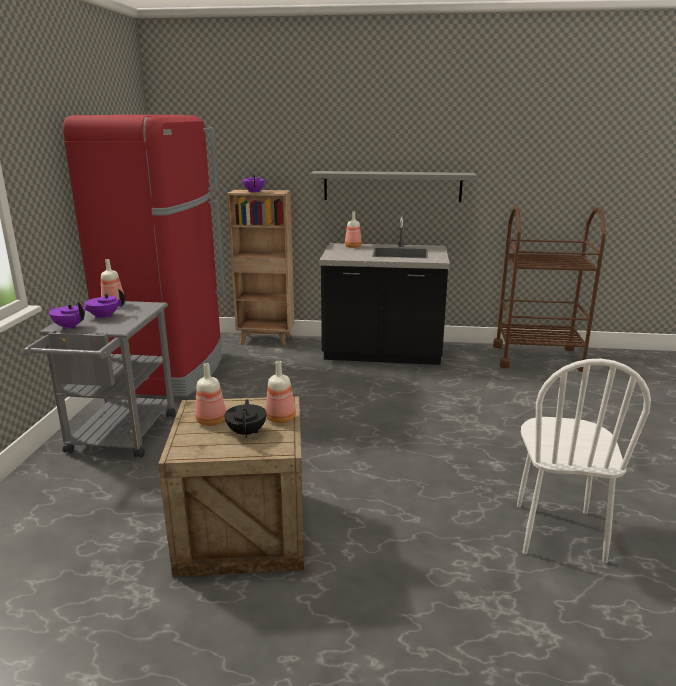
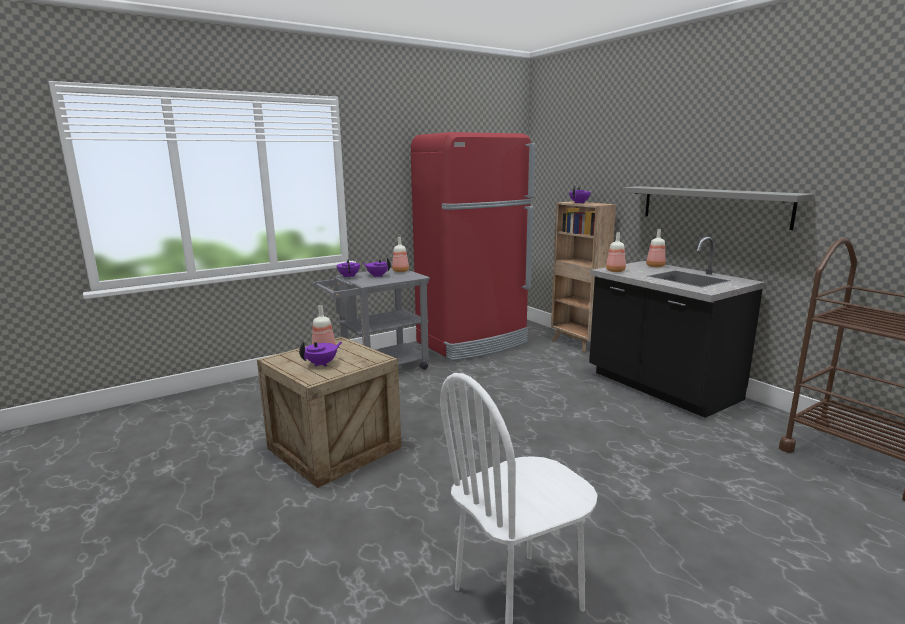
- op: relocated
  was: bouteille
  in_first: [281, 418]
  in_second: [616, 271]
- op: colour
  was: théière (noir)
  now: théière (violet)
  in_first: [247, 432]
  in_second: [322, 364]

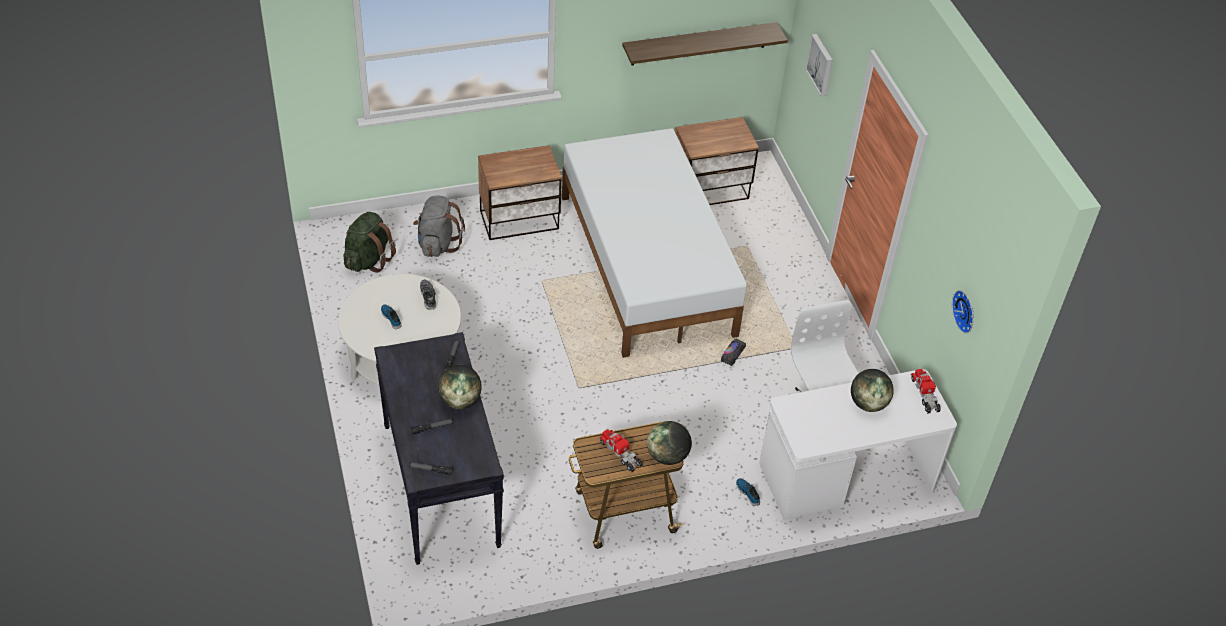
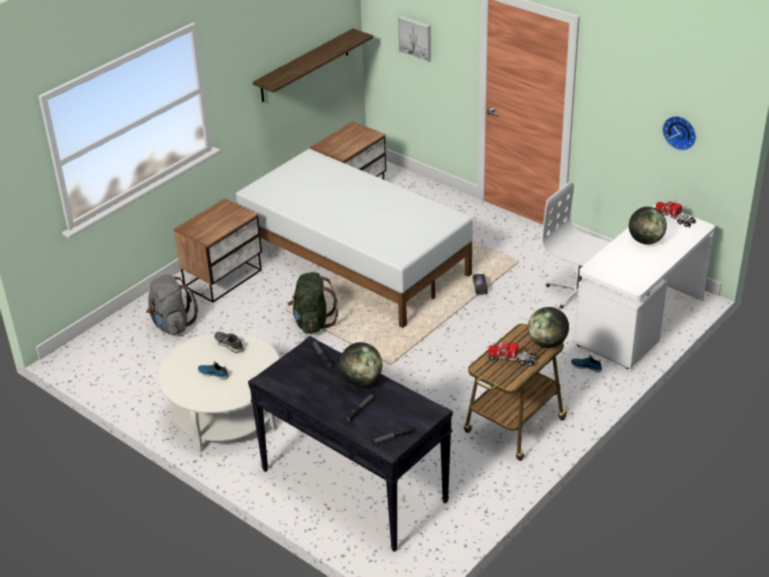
- op: relocated
  was: sac à dos (vert)
  in_first: [368, 260]
  in_second: [312, 322]

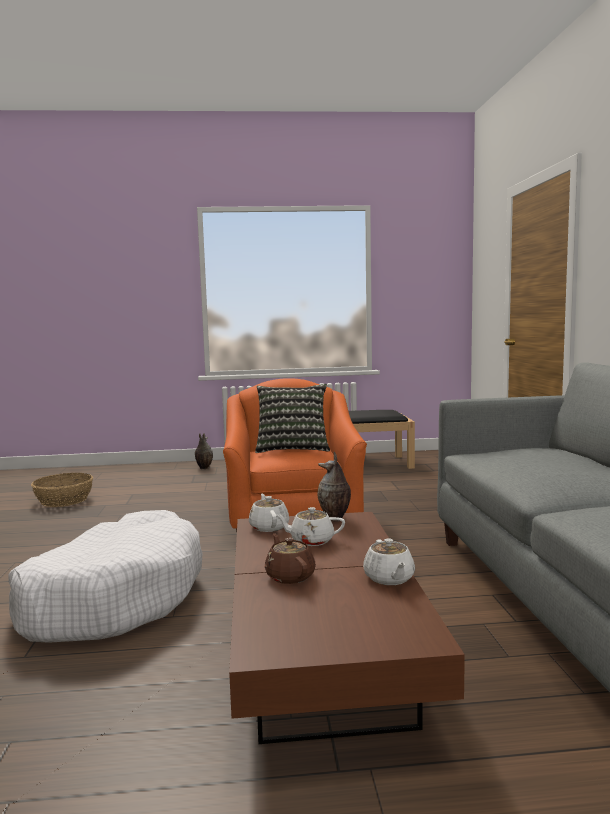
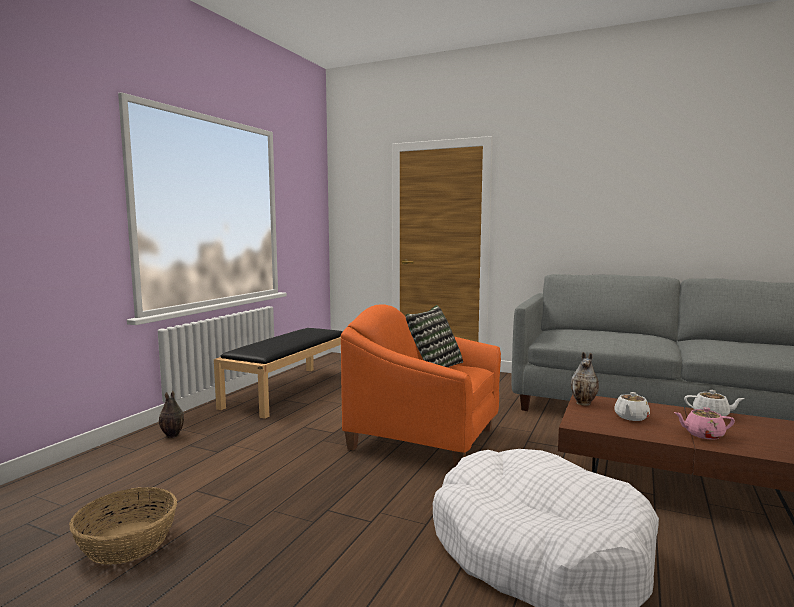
- op: missing
  was: théière (blanc)
  in_first: [269, 527]
- op: colour
  was: théière (marron)
  now: théière (rose)
  in_first: [289, 576]
  in_second: [703, 434]

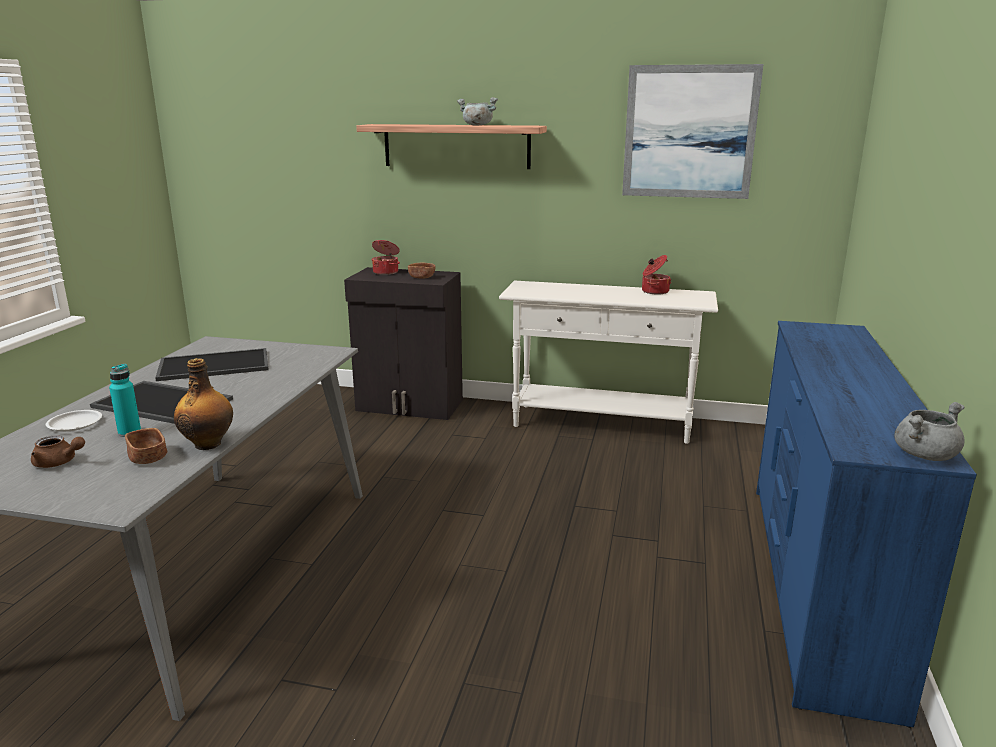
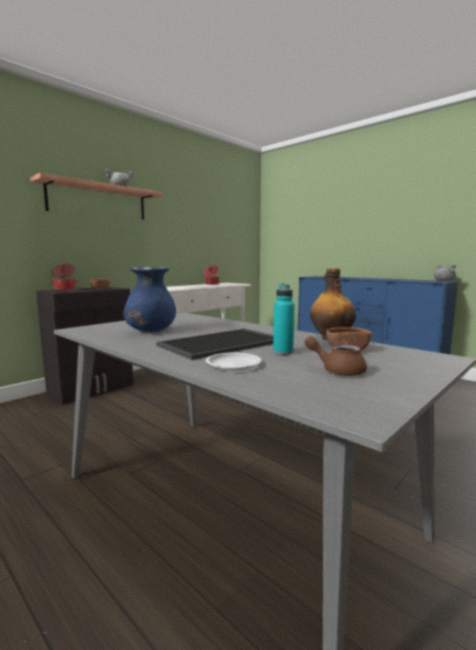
- op: missing
  was: tableau
  in_first: [689, 132]
- op: exchanged
  was: plateau
  now: vase (bleu)
  in_first: [213, 366]
  in_second: [150, 331]
- op: spun
  was: théière (marron)
  in_first: [59, 463]
  in_second: [337, 370]
  clockwise: -105

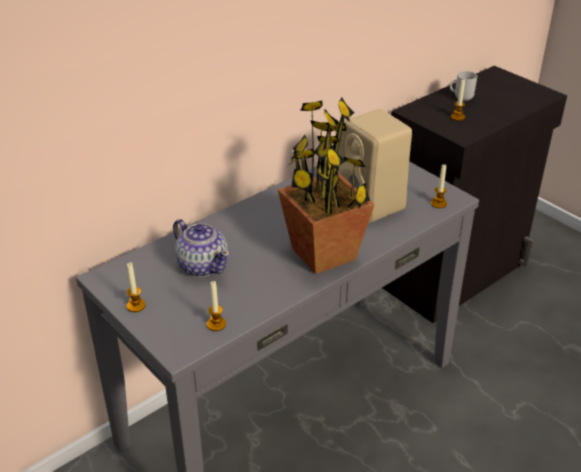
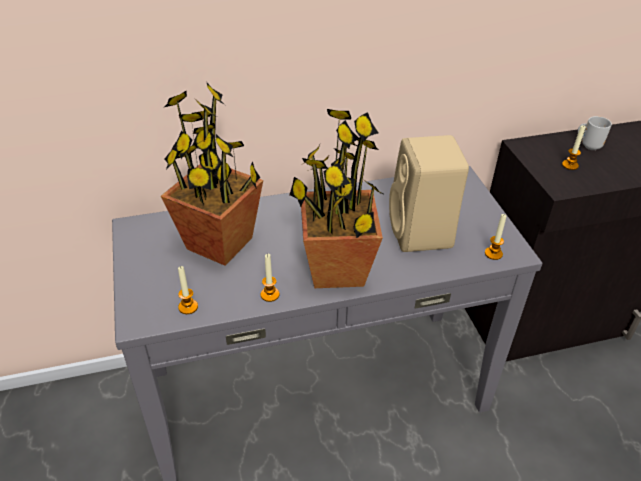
- op: exchanged
  was: théière
  now: plante en pot
  in_first: [203, 265]
  in_second: [220, 244]
- op: relocated
  was: bougie
  in_first: [136, 306]
  in_second: [270, 294]

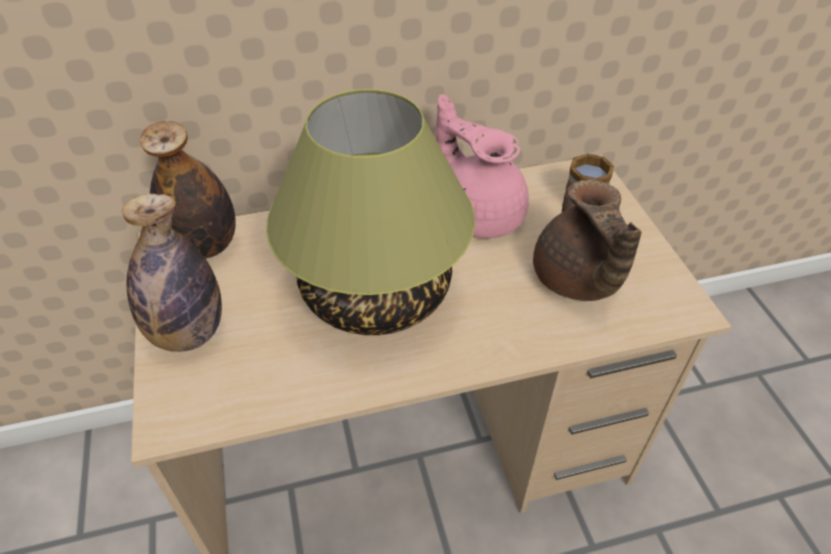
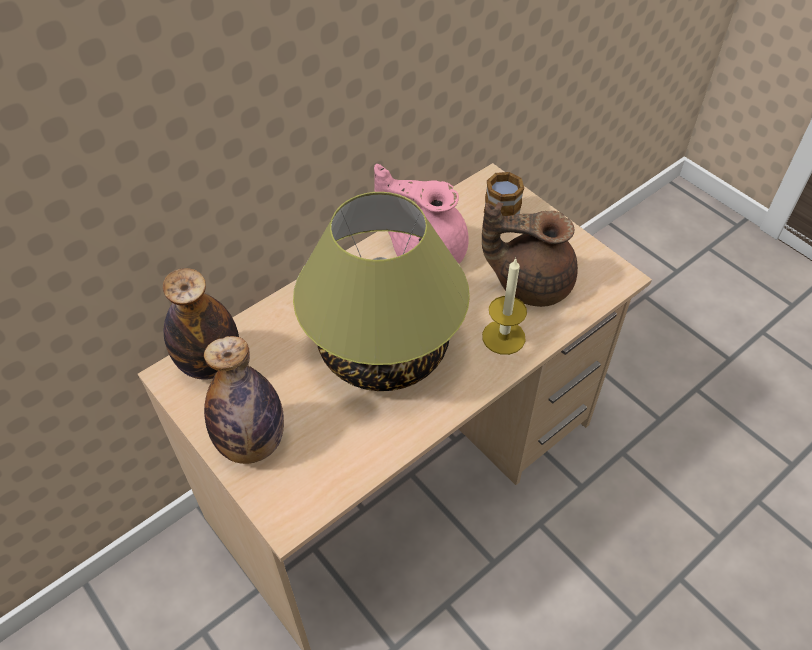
- op: spun
  was: théière (marron)
  in_first: [577, 280]
  in_second: [530, 282]
  clockwise: 135
- op: appeared
  now: bougie
  in_second: [503, 337]

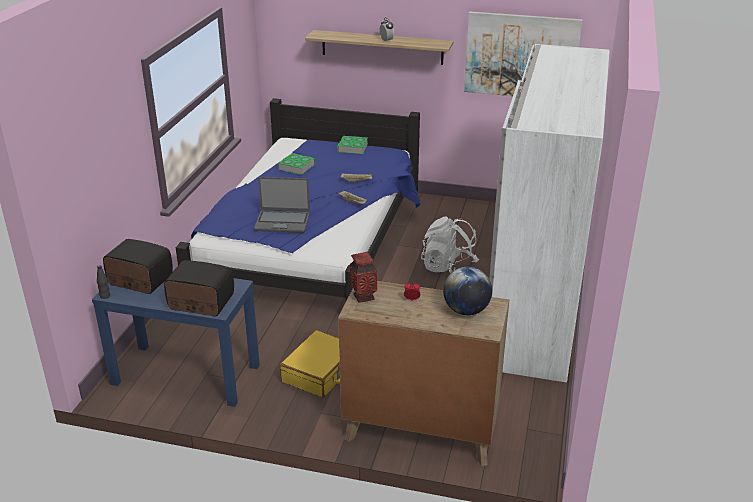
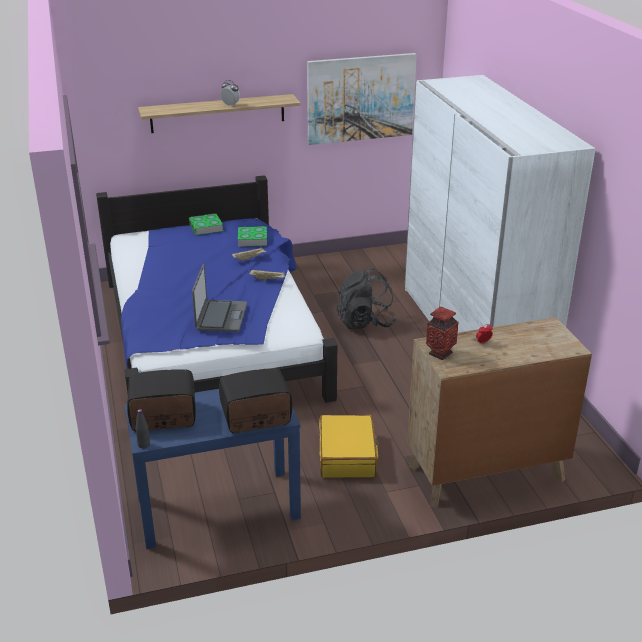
- op: relocated
  was: livre
  in_first: [297, 166]
  in_second: [252, 239]
- op: spun
  was: ordinateur portable
  in_first: [282, 222]
  in_second: [221, 317]
  clockwise: -60
- op: colour
  was: sac à dos (blanc)
  now: sac à dos (noir)
  in_first: [448, 268]
  in_second: [365, 322]
- op: missing
  was: globe
  in_first: [466, 311]

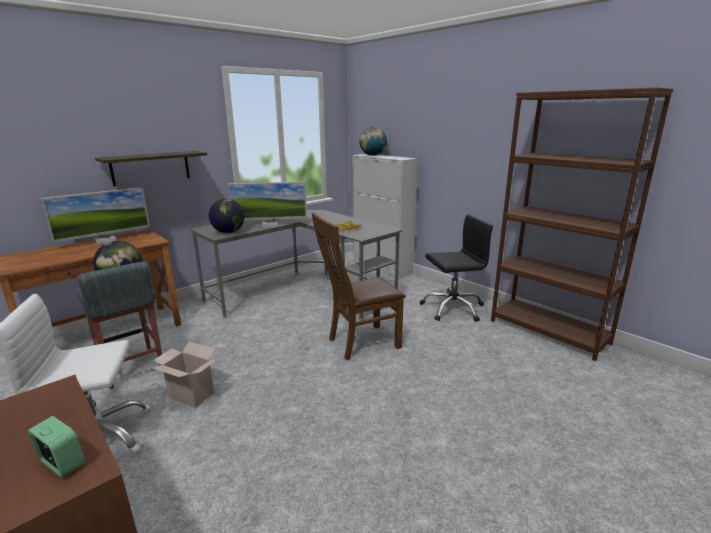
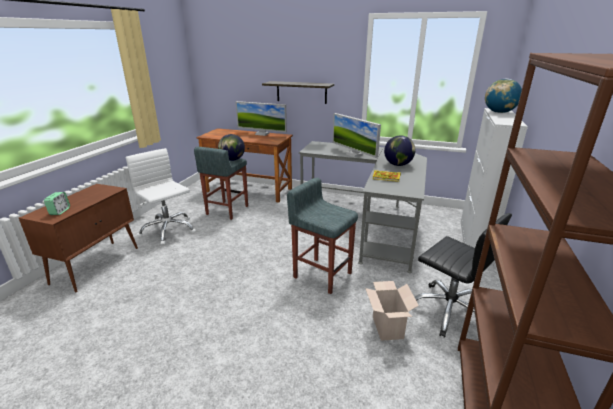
- op: relocated
  was: globe
  in_first: [229, 232]
  in_second: [398, 165]
- op: exchanged
  was: chaise (marron)
  now: tabouret (gris)
  in_first: [359, 343]
  in_second: [322, 275]
- op: relocated
  was: carton
  in_first: [189, 395]
  in_second: [386, 327]

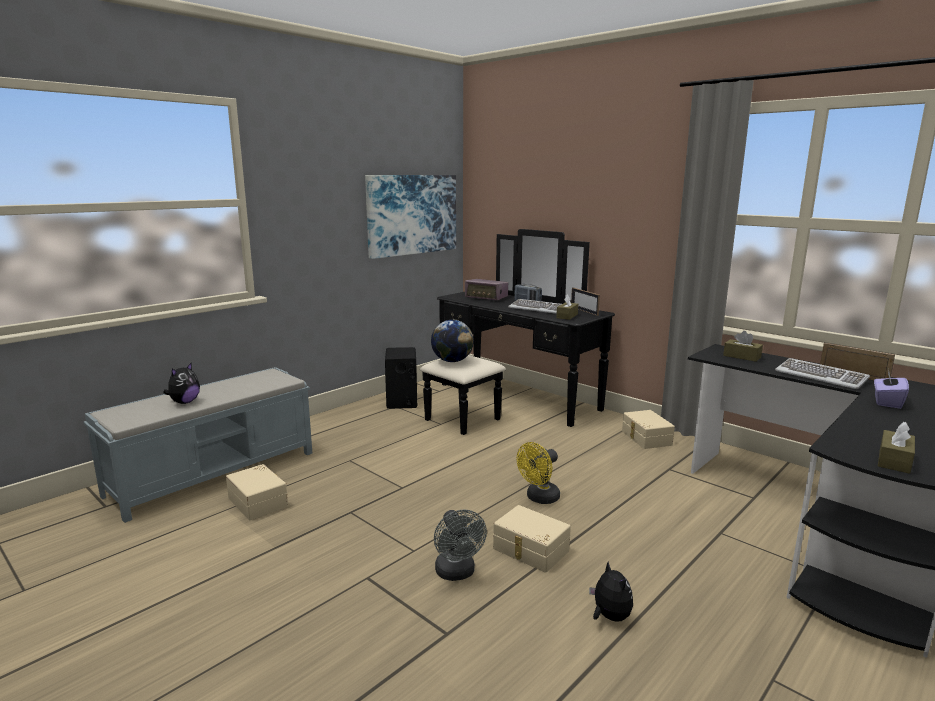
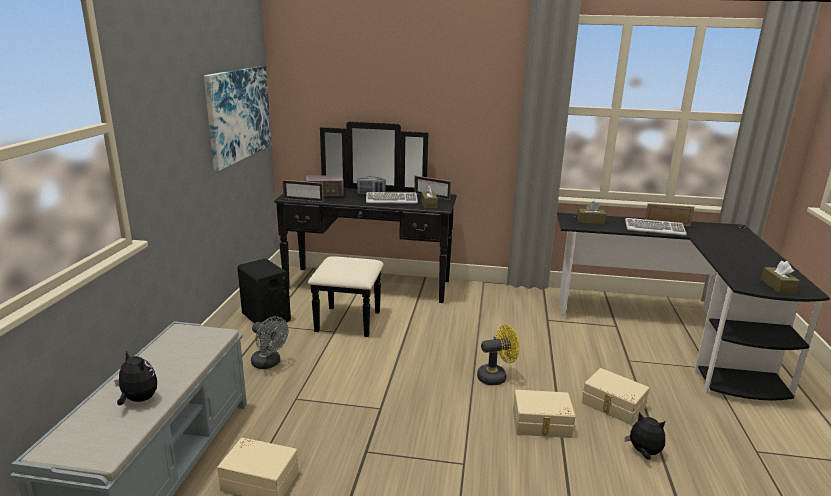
- op: missing
  was: globe
  in_first: [452, 361]
- op: spun
  was: peluche
  in_first: [184, 402]
  in_second: [138, 400]
  clockwise: -45
- op: missing
  was: boîte à mouchoirs (violet)
  in_first: [887, 402]
- op: relocated
  was: boîte de rangement (beige)
  in_first: [645, 438]
  in_second: [612, 406]
- op: spun
  was: ventilateur (jaune)
  in_first: [539, 498]
  in_second: [496, 377]
  clockwise: -120
- op: relocated
  was: ventilateur (gris)
  in_first: [457, 573]
  in_second: [269, 363]
- op: appeared
  now: cadre photo
  in_second: [303, 200]

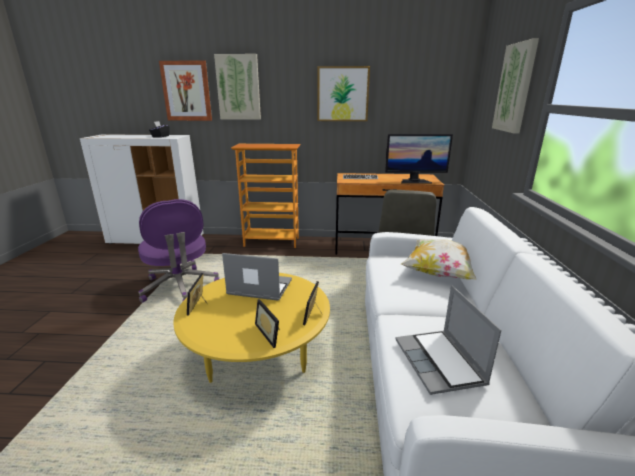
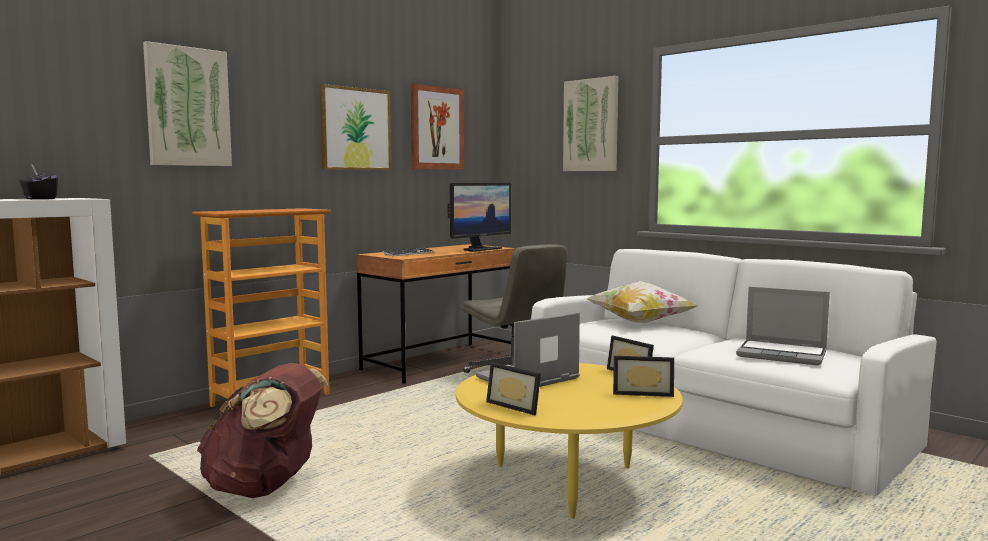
- op: relocated
  was: tableau
  in_first: [186, 91]
  in_second: [436, 128]
- op: exchanged
  was: chaise de bureau (violet)
  now: sac à dos (marron)
  in_first: [180, 287]
  in_second: [266, 488]

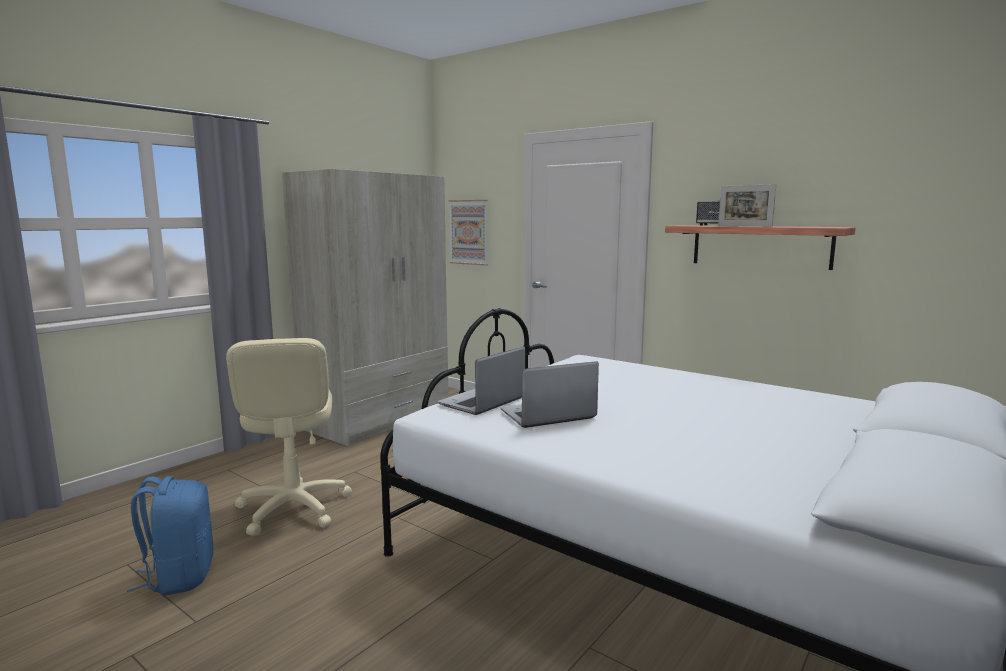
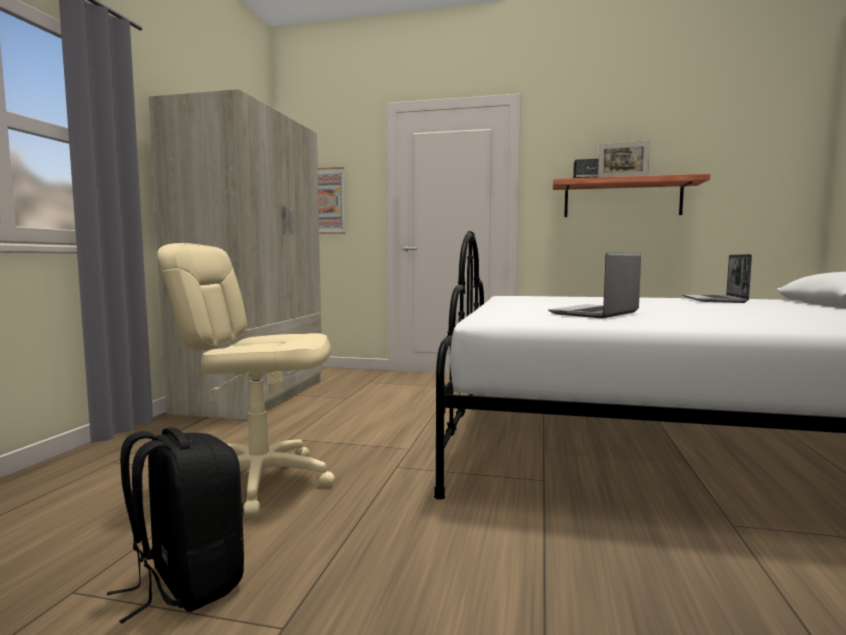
- op: spun
  was: chaise de bureau (beige)
  in_first: [293, 508]
  in_second: [259, 482]
  clockwise: 135
- op: relocated
  was: ordinateur portable
  in_first: [482, 402]
  in_second: [714, 300]
- op: colour
  was: sac à dos (bleu)
  now: sac à dos (noir)
  in_first: [179, 576]
  in_second: [186, 584]

